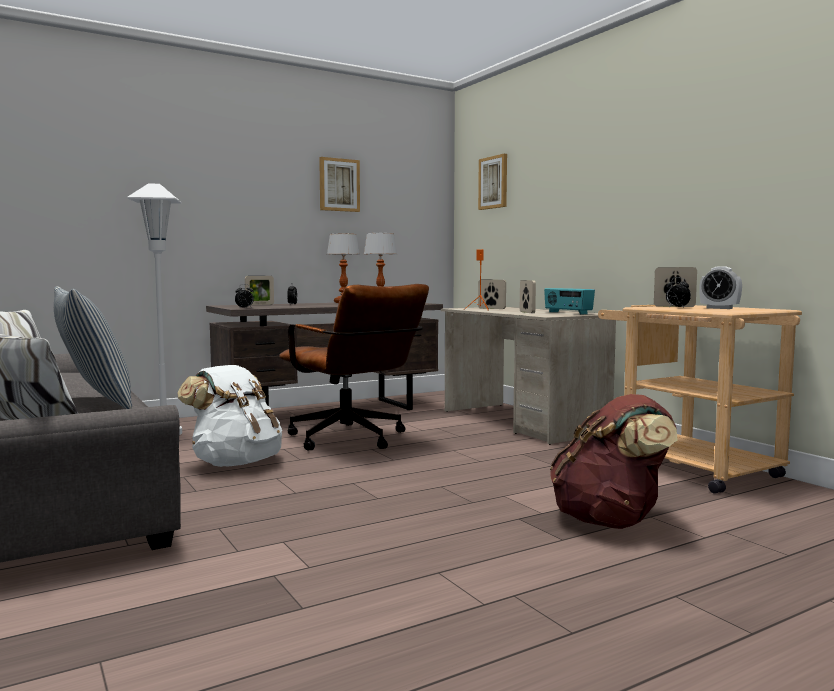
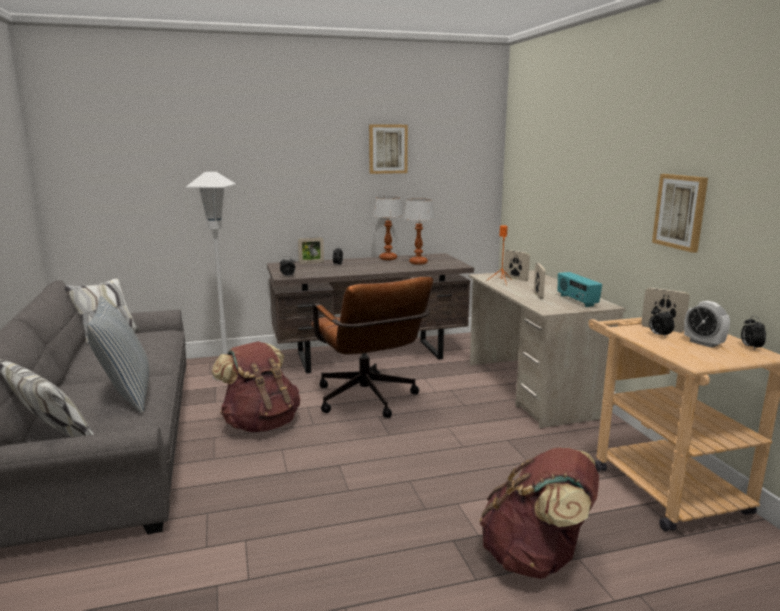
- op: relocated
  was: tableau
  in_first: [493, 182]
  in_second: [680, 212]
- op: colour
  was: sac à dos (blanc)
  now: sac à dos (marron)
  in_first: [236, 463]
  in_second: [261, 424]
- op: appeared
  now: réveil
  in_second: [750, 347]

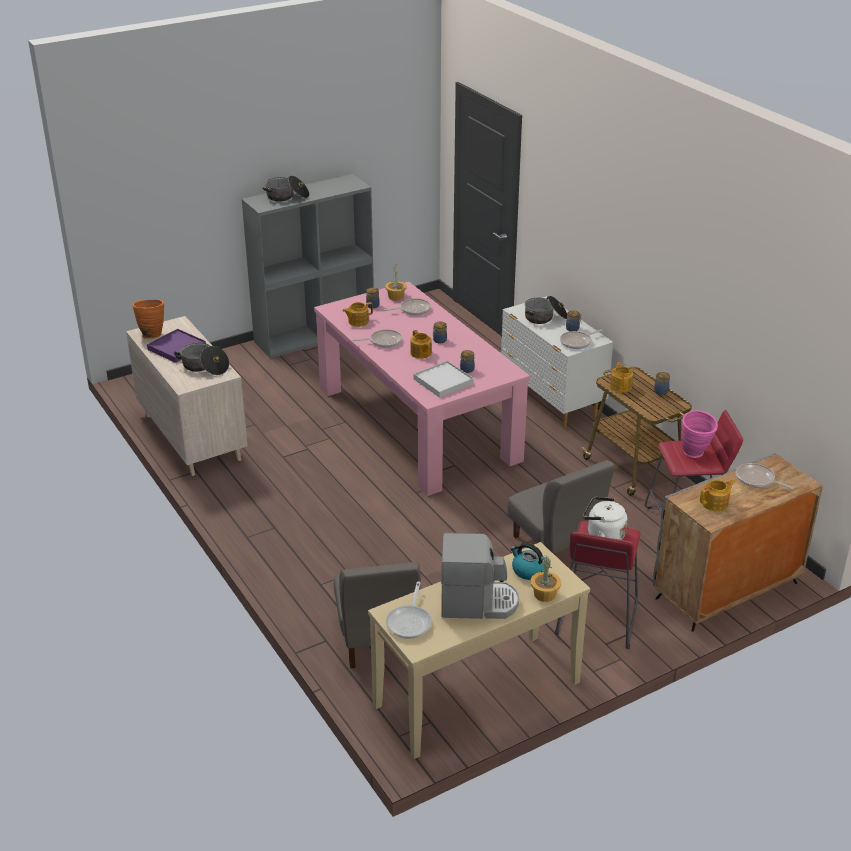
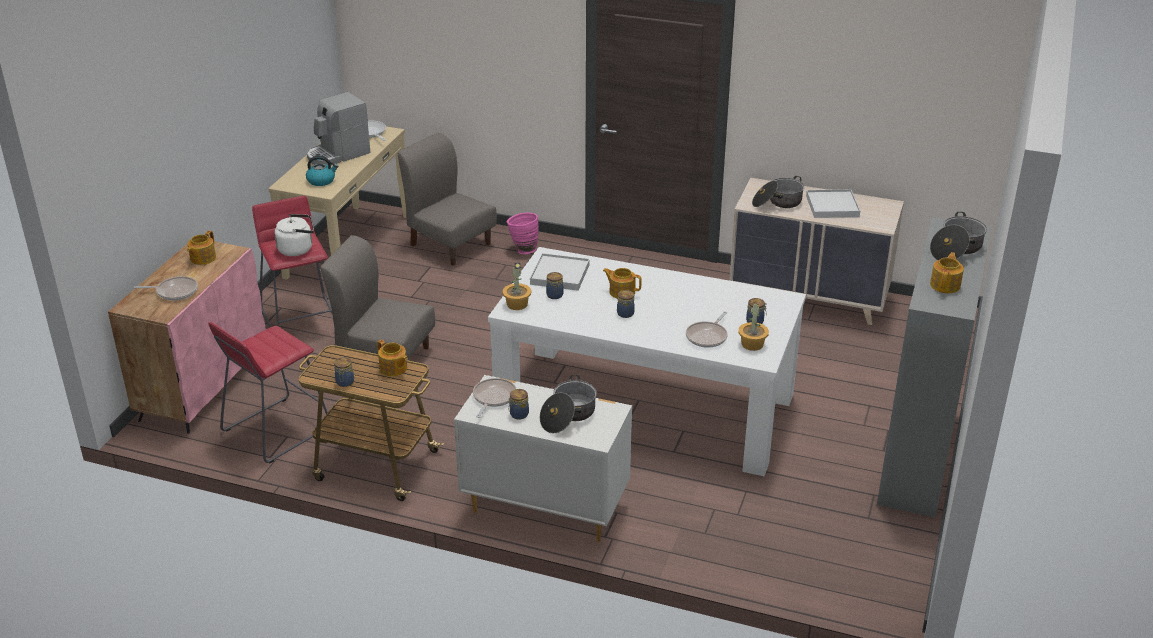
- op: colour
  was: table à manger (rose)
  now: table à manger (blanc)
  in_first: [417, 423]
  in_second: [645, 406]
- op: missing
  was: vase (orange)
  in_first: [152, 334]
- op: relocated
  was: théière
  in_first: [357, 321]
  in_second: [945, 285]
- op: colour
  was: plateau (violet)
  now: plateau (blanc)
  in_first: [177, 348]
  in_second: [832, 206]
- op: missing
  was: poêle
  in_first: [383, 341]
- op: relocated
  was: vase (rose)
  in_first: [695, 455]
  in_second: [523, 250]
- op: colour
  was: meuble de rangement (gris)
  now: meuble de rangement (rose)
  in_first: [726, 591]
  in_second: [203, 385]
- op: relocated
  was: plante en pot
  in_first: [544, 594]
  in_second: [517, 304]

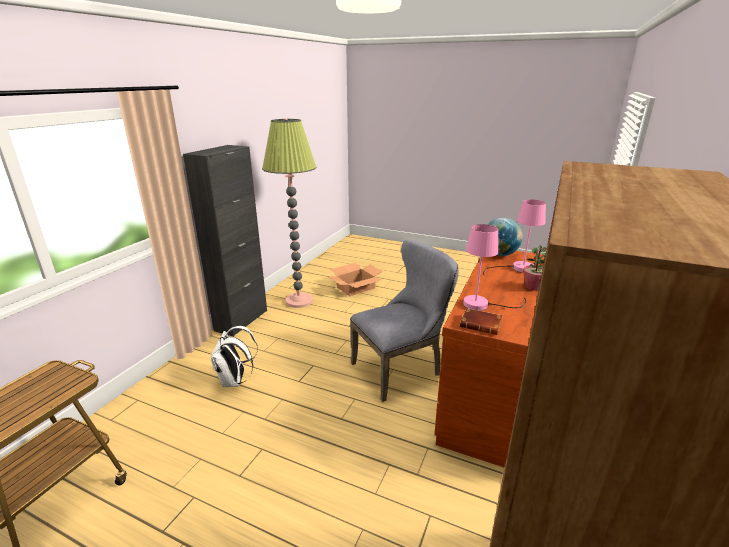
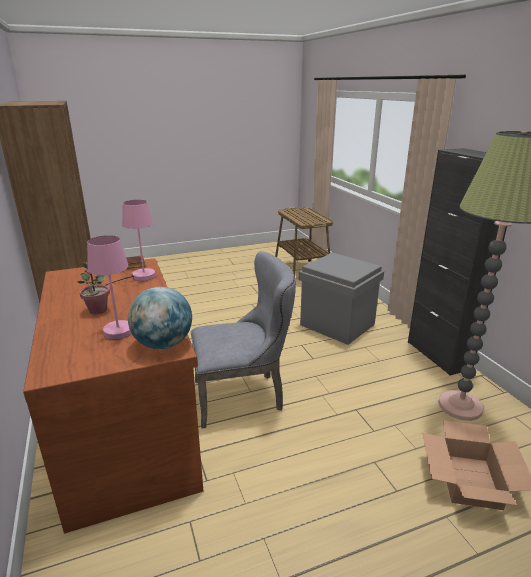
- op: spun
  was: chaise (gris)
  in_first: [401, 368]
  in_second: [244, 396]
  clockwise: -120
- op: exchanged
  was: sac à dos (blanc)
  now: boîte de rangement (gris)
  in_first: [235, 381]
  in_second: [336, 324]

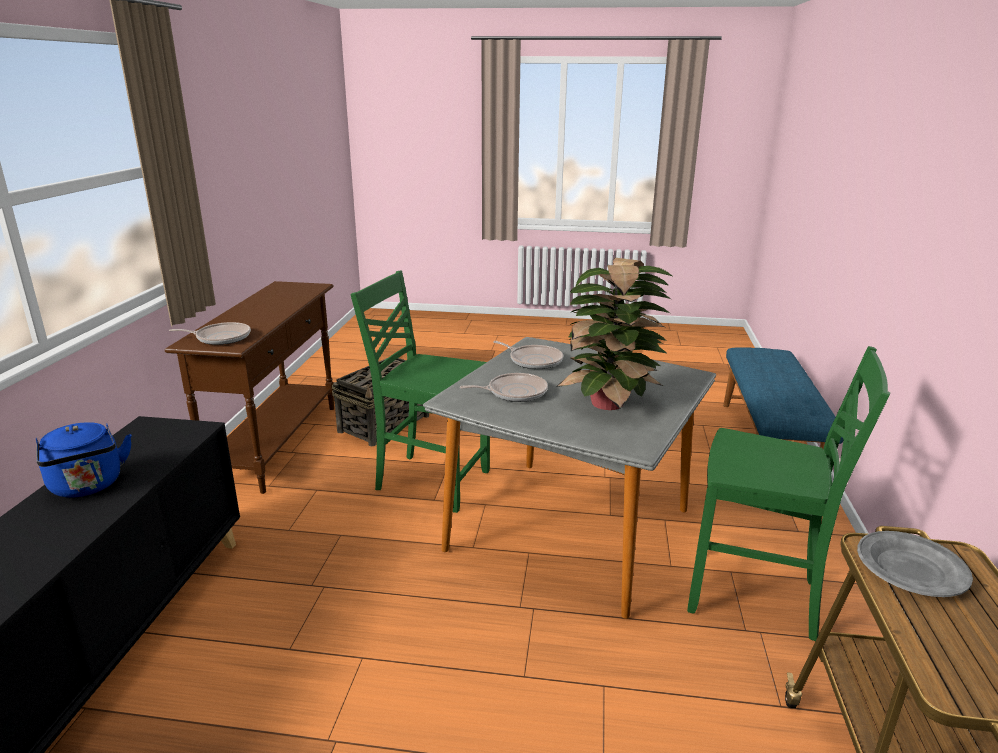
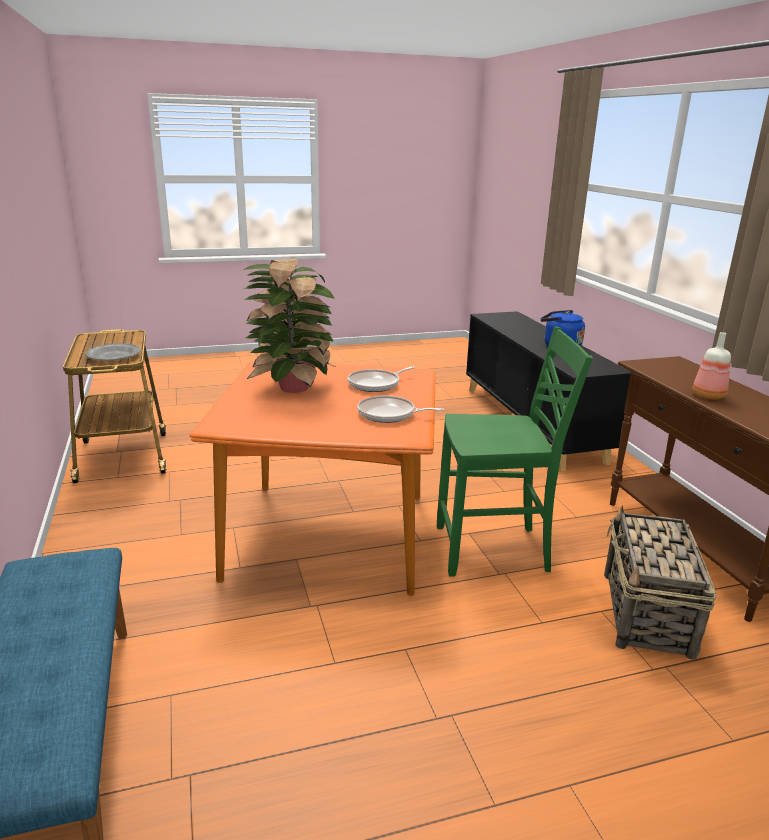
- op: missing
  was: poêle
  in_first: [220, 338]
- op: colour
  was: table à manger (gris)
  now: table à manger (orange)
  in_first: [568, 529]
  in_second: [330, 535]
- op: missing
  was: chaise (vert)
  in_first: [756, 596]
- op: appeared
  now: bouteille
  in_second: [707, 396]

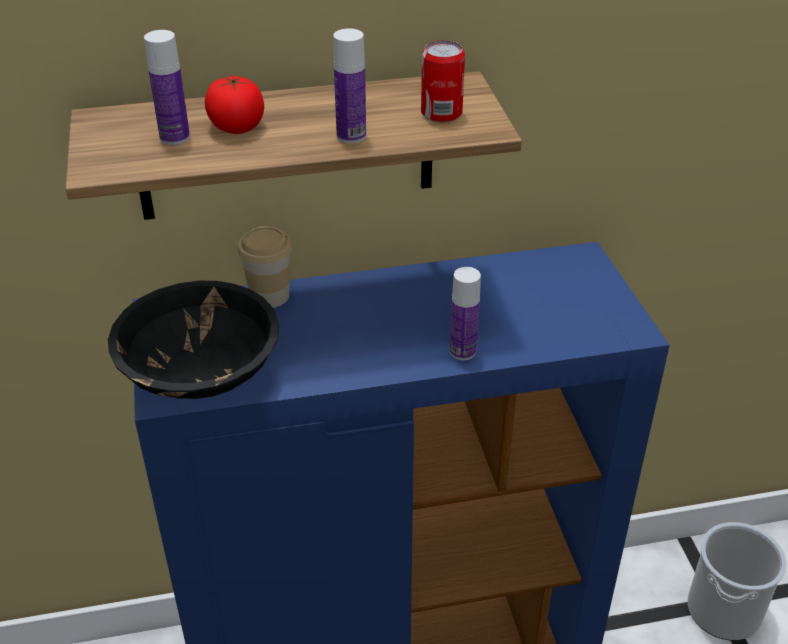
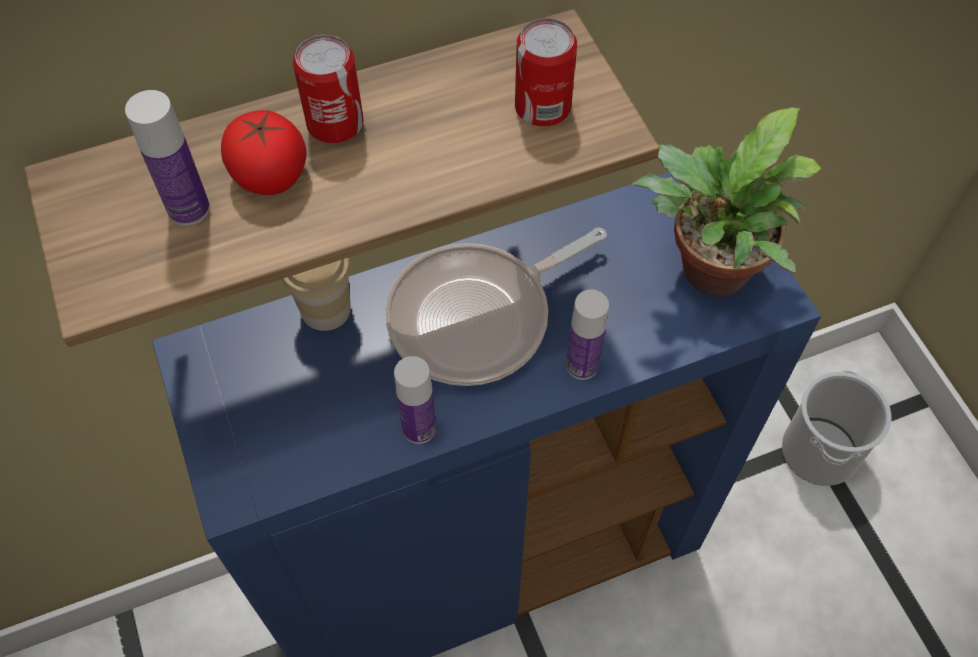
- op: relocated
  was: bouteille
  in_first: [351, 136]
  in_second: [419, 428]
- op: missing
  was: bol (noir)
  in_first: [200, 372]
- op: appeared
  now: boîte métallique
  in_second: [335, 123]
- op: appeared
  now: plante en pot
  in_second: [708, 275]
- op: appeared
  now: poêle
  in_second: [478, 317]

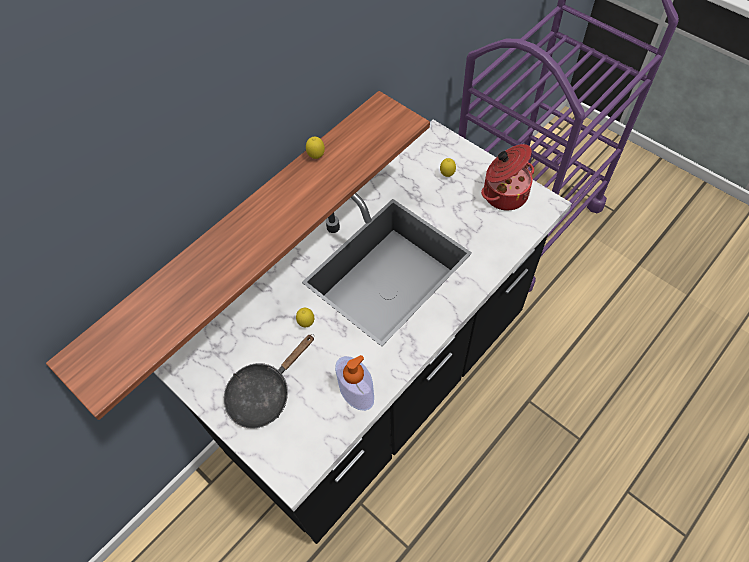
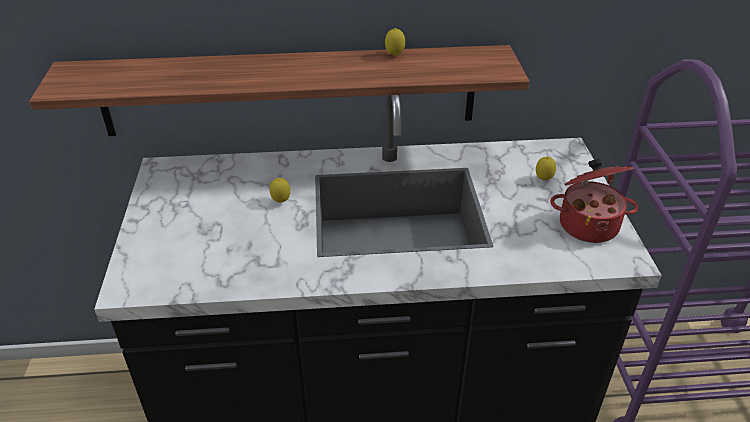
- op: missing
  was: poêle (noir)
  in_first: [264, 393]
- op: missing
  was: distributeur de savon
  in_first: [356, 392]

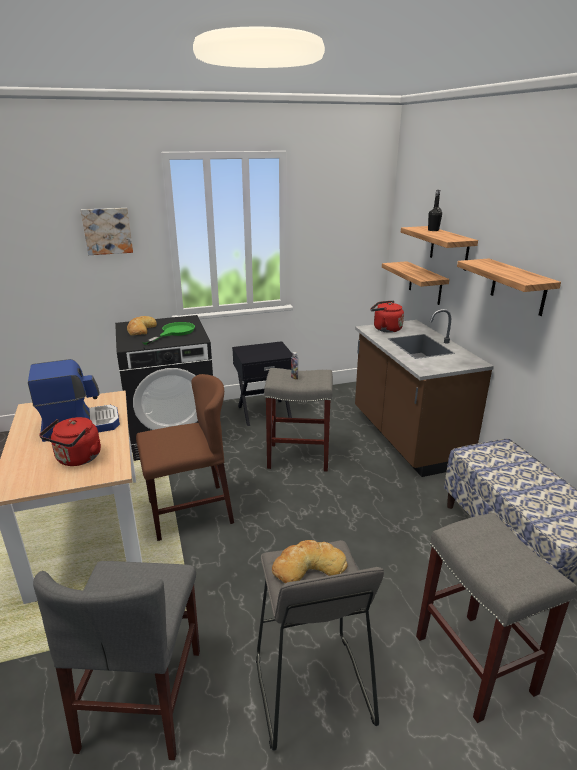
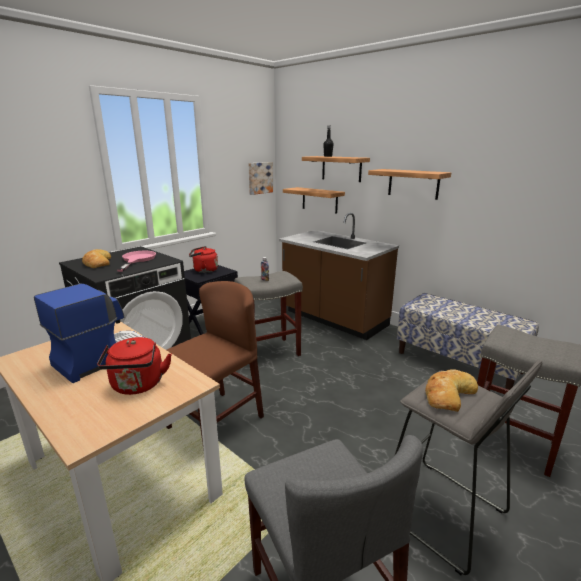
- op: relocated
  was: tableau
  in_first: [107, 231]
  in_second: [259, 178]
- op: relocated
  was: bouilloire (rouge)
  in_first: [385, 329]
  in_second: [204, 270]
- op: colour
  was: poêle (vert)
  now: poêle (rose)
  in_first: [174, 332]
  in_second: [137, 260]

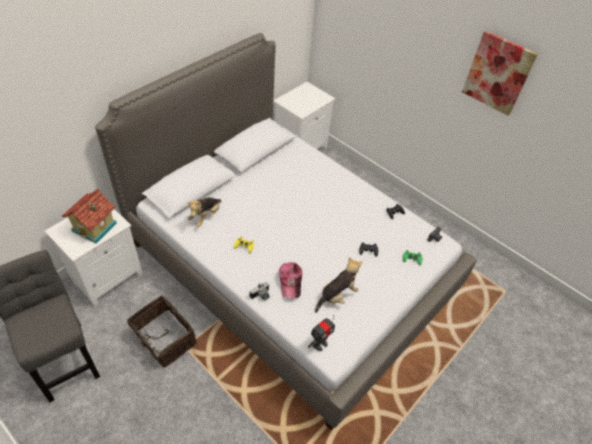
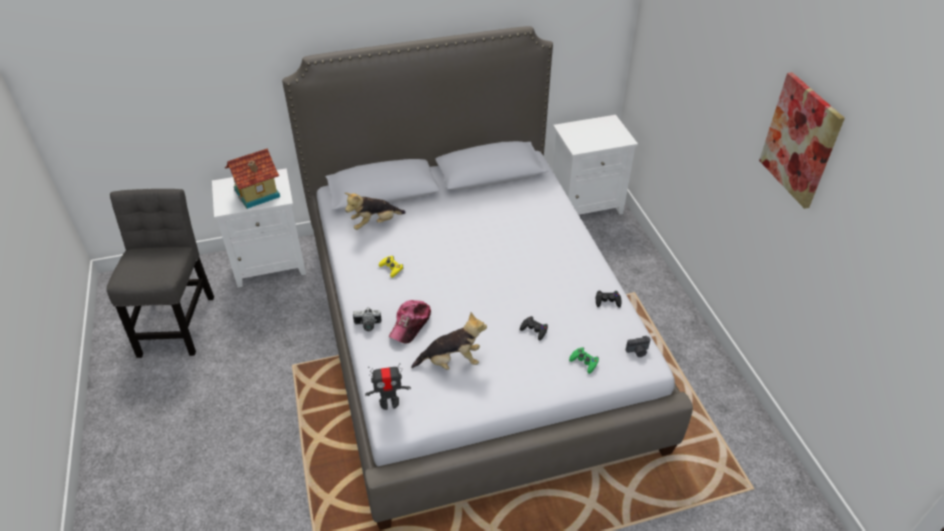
- op: missing
  was: panier
  in_first: [164, 340]

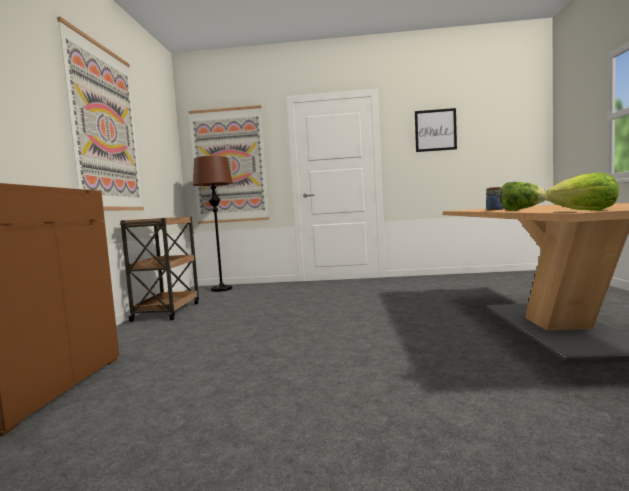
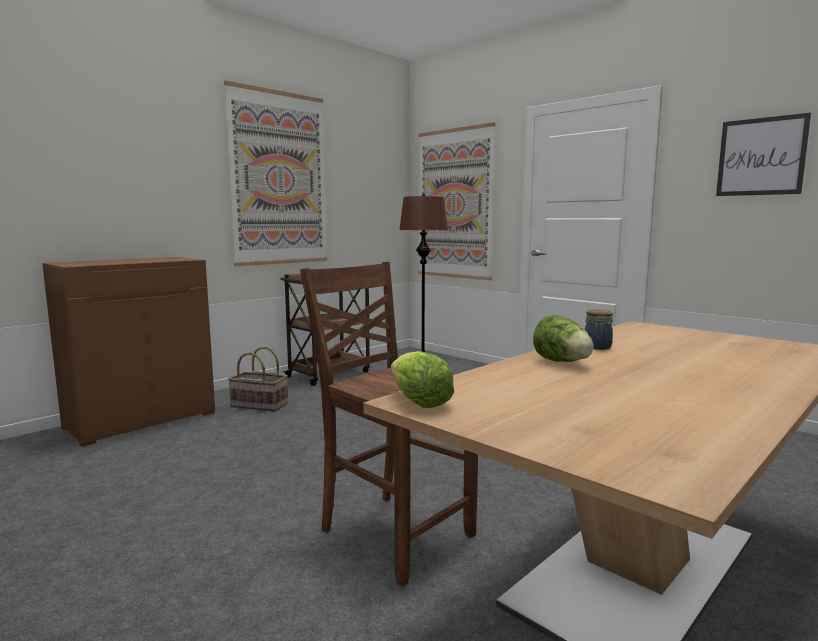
- op: appeared
  now: chaise (marron)
  in_second: [394, 533]
- op: appeared
  now: panier
  in_second: [258, 405]

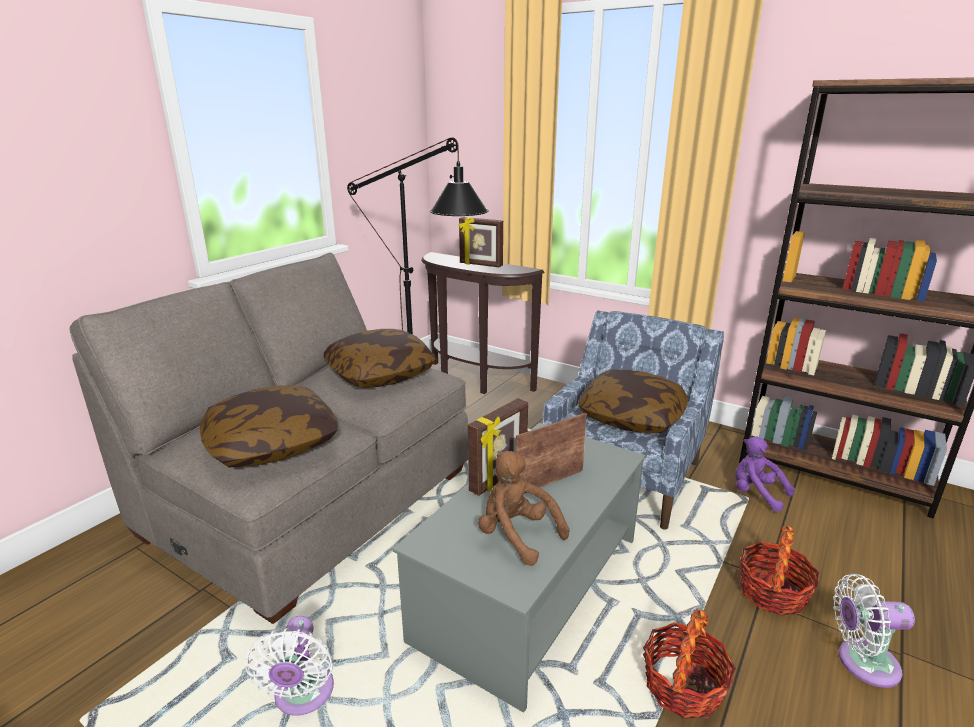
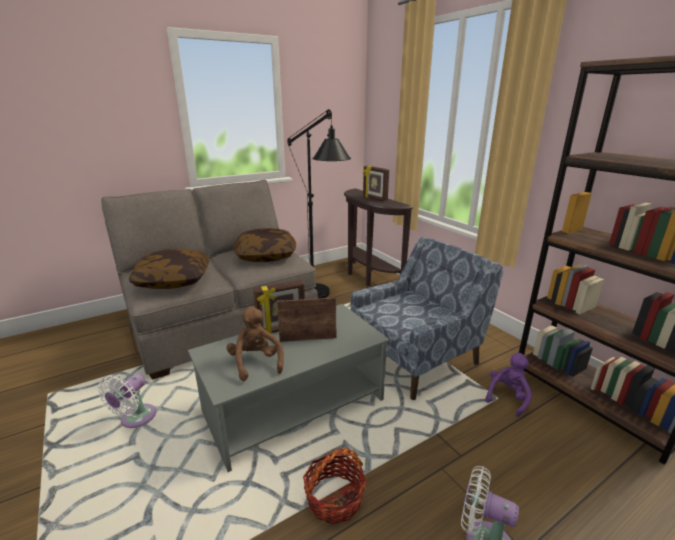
- op: missing
  was: coussin
  in_first: [631, 417]
- op: spun
  was: peluche (violet)
  in_first: [756, 494]
  in_second: [507, 397]
  clockwise: 60
- op: missing
  was: panier
  in_first: [772, 592]

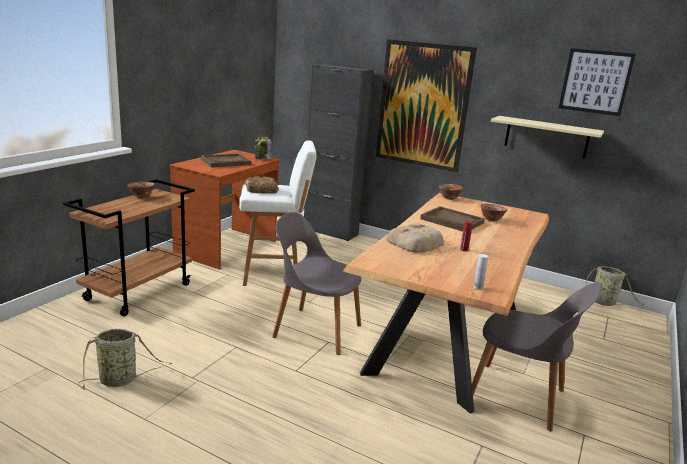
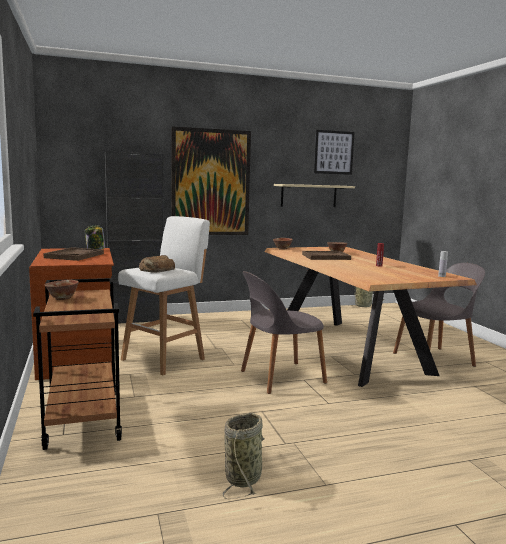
- op: missing
  was: pain
  in_first: [415, 243]

